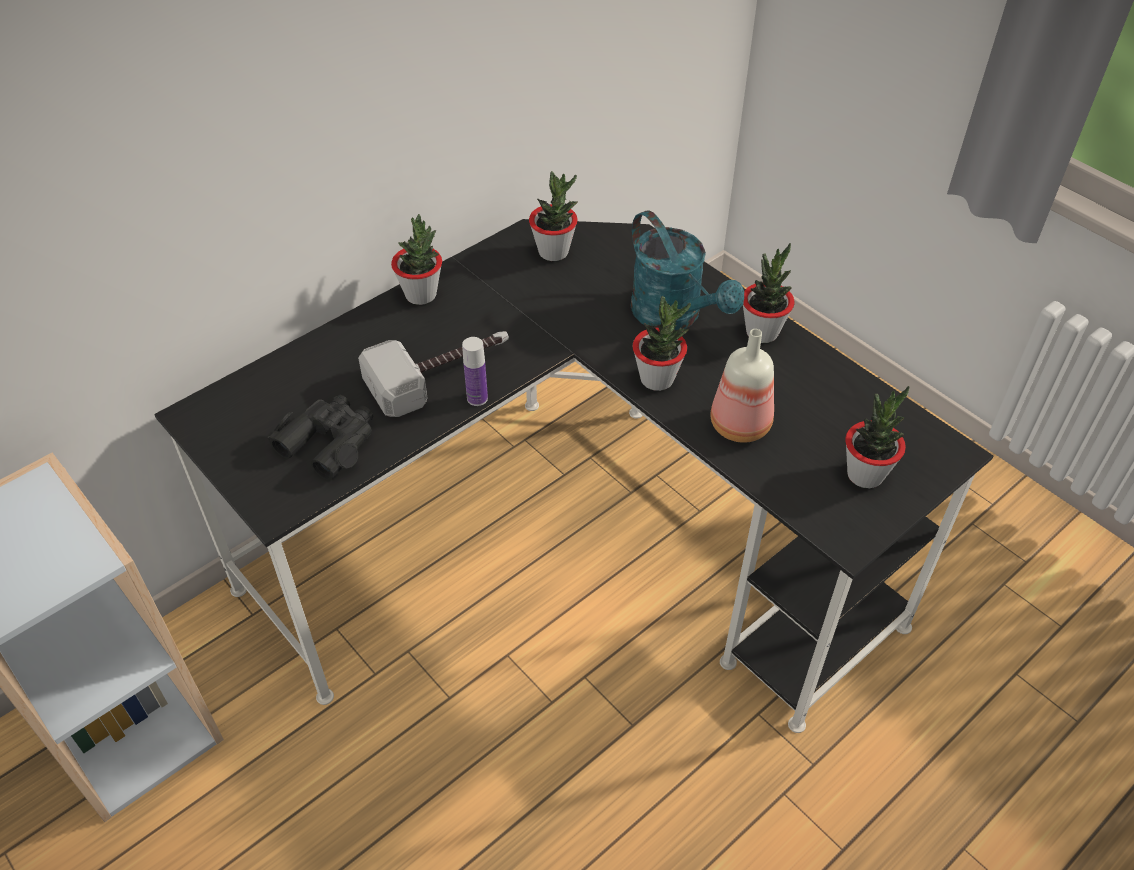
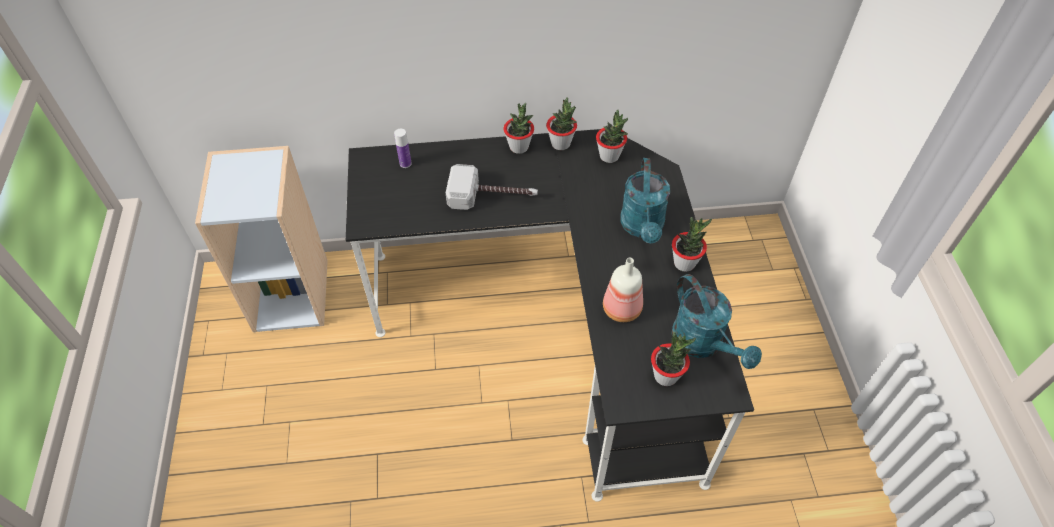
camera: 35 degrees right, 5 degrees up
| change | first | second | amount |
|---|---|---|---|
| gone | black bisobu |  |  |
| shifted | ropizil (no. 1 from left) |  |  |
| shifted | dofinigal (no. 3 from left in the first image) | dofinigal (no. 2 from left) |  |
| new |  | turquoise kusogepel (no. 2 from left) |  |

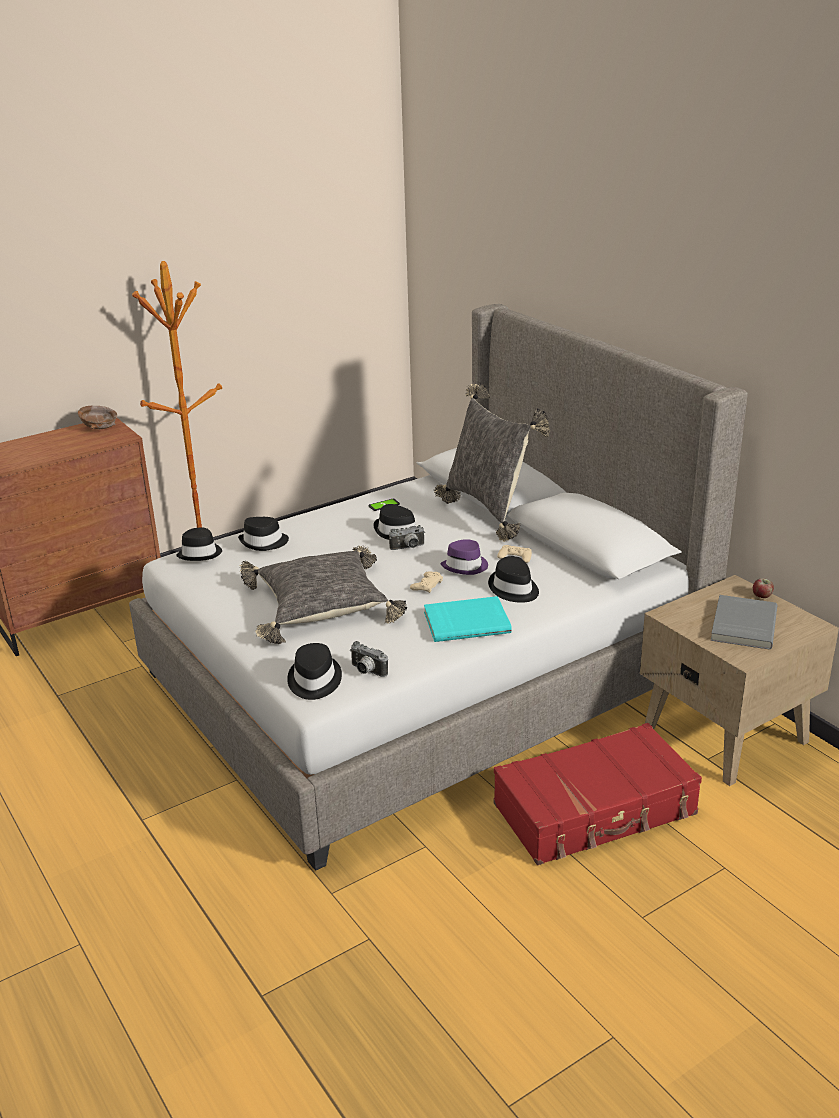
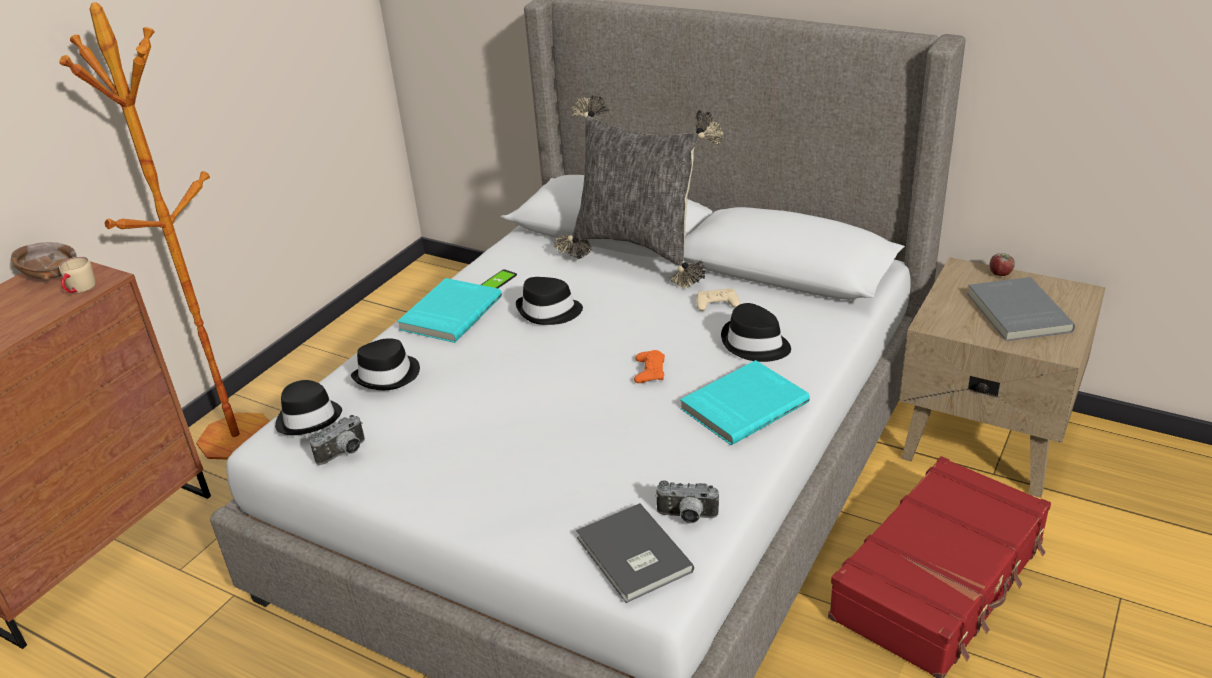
camera: 25 degrees left, 5 degrees up
| change | first | second | amount |
|---|---|---|---|
| gone | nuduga (no. 1 from left) |  |  |
| swapped | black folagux (no. 3 from left) | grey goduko (no. 1 from left) |  |
| shifted | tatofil (no. 2 from left in the first image) | tatofil (no. 1 from left) |  |
| repainted | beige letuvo (no. 1 from left) | orange letuvo |  |
| gone | purple folagux |  |  |
| new |  | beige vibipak |  |
| new |  | turquoise goduko (no. 1 from left) |  |

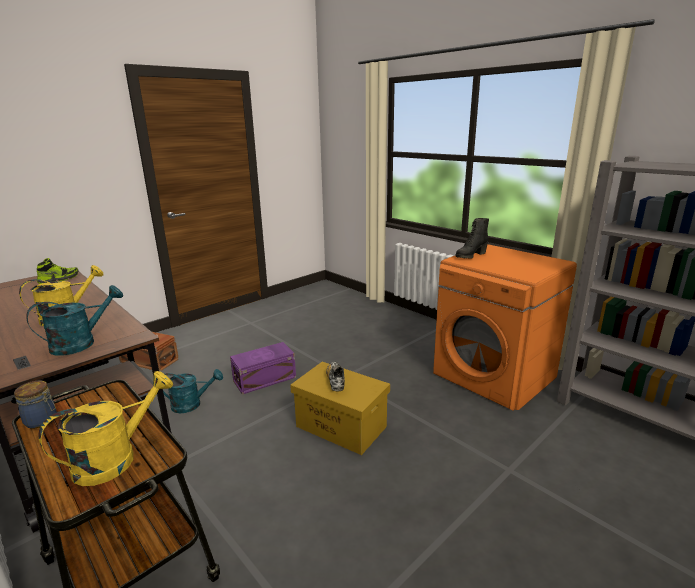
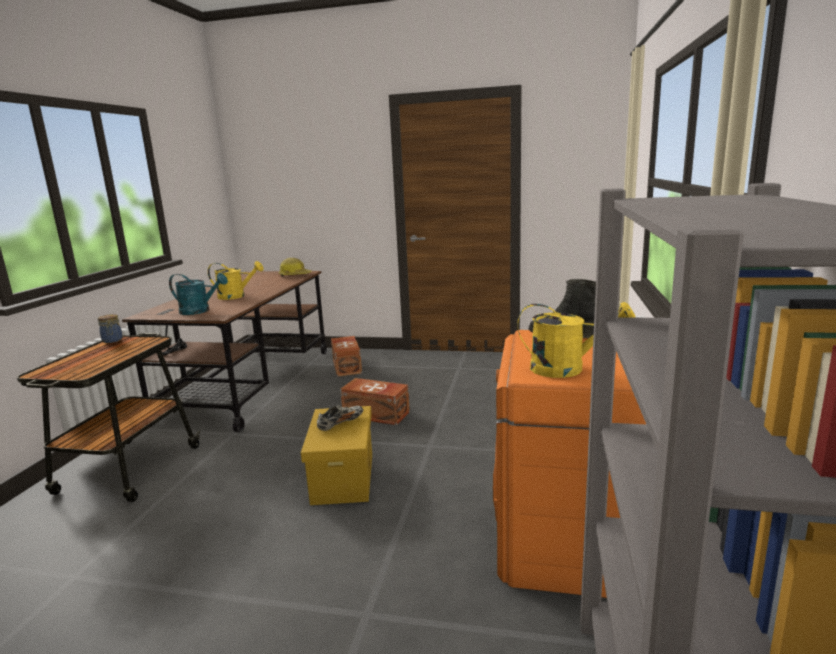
camera: 55 degrees right, 5 degrees down
| change | first | second | amount |
|---|---|---|---|
| swapped | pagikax (no. 1 from left) | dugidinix |  |
| shifted | yellow kusogepel (no. 2 from left) |  |  |
| gone | turquoise kusogepel (no. 2 from left) |  |  |
| repainted | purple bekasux | brown bekasux (no. 2 from left) |  |

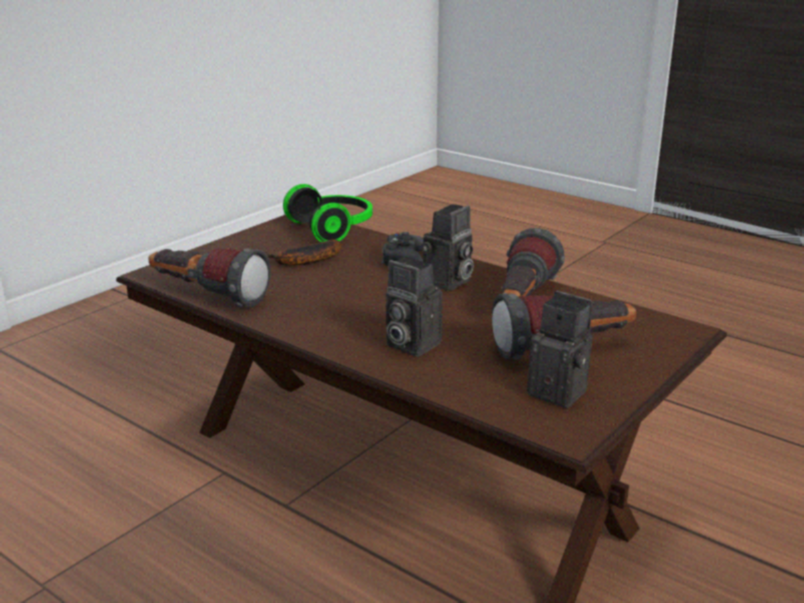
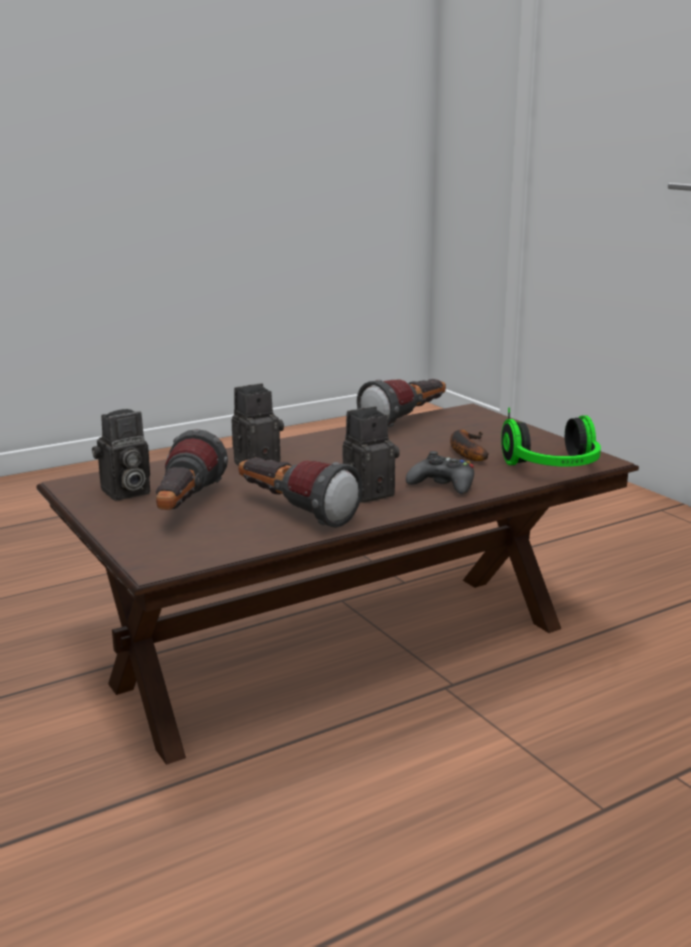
camera: 110 degrees right, 5 degrees down
| change | first | second | amount |
|---|---|---|---|
| rotated | tatofil (no. 2 from left in the first image) | tatofil (no. 3 from left) | 90 degrees clockwise |

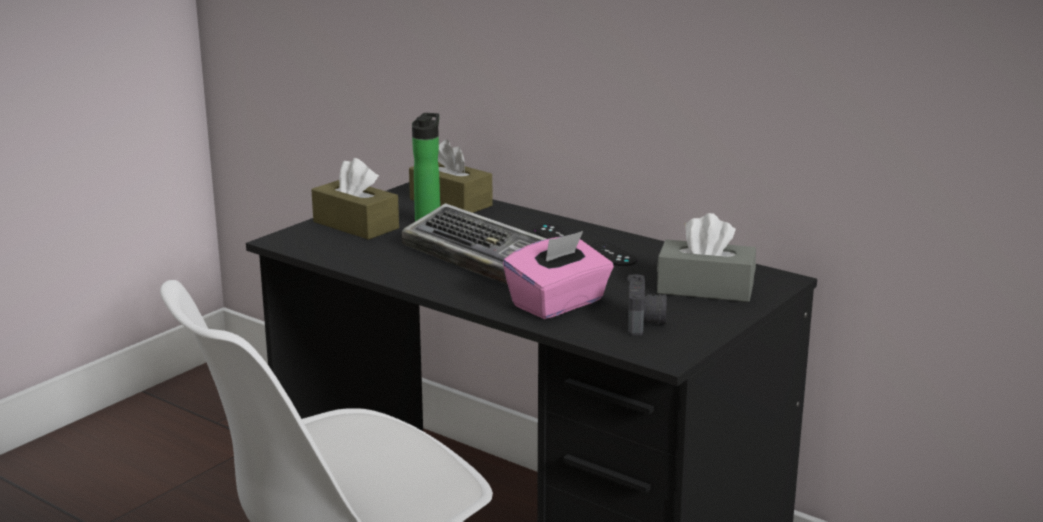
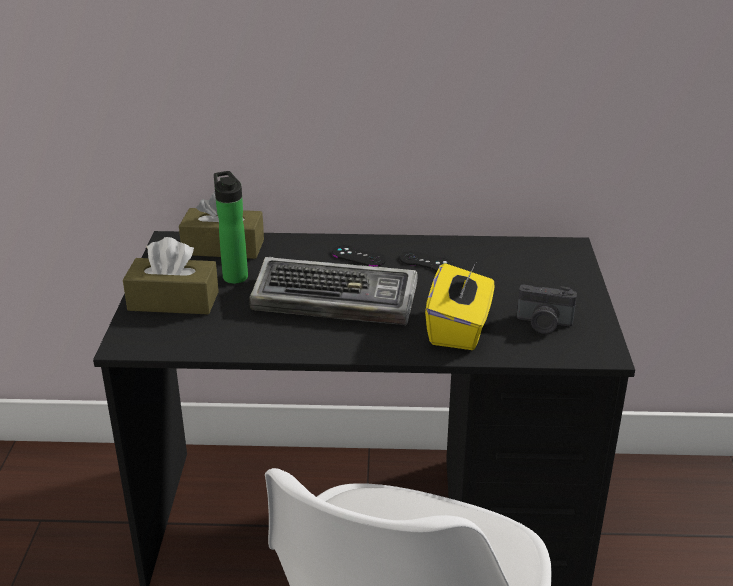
camera: 35 degrees left, 10 degrees up
| change | first | second | amount |
|---|---|---|---|
| repainted | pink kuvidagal | yellow kuvidagal |  |
| rotated | tatofil |  | 135 degrees clockwise |
| gone | grey kuvidagal |  |  |

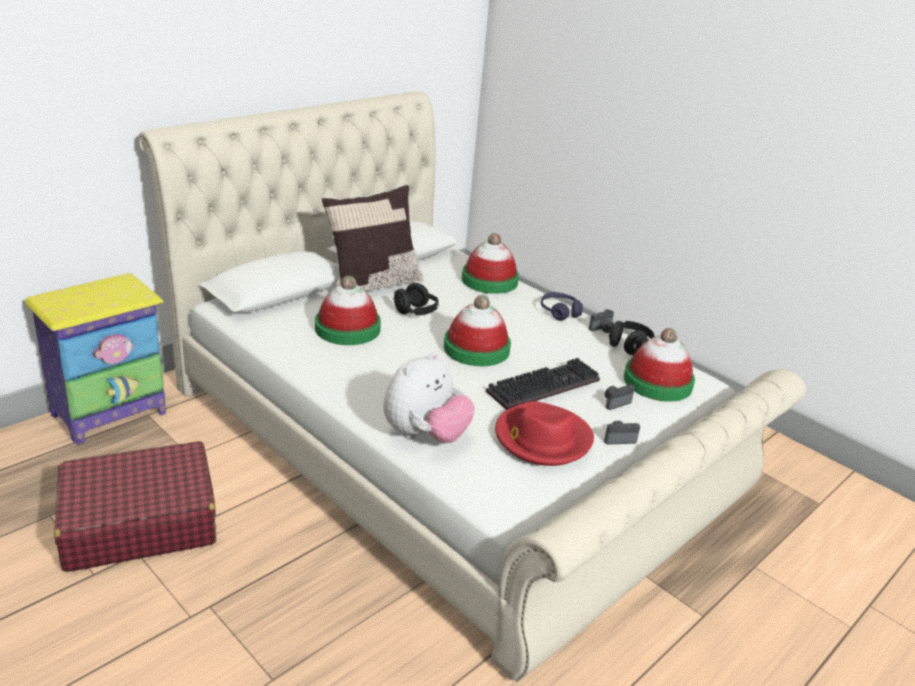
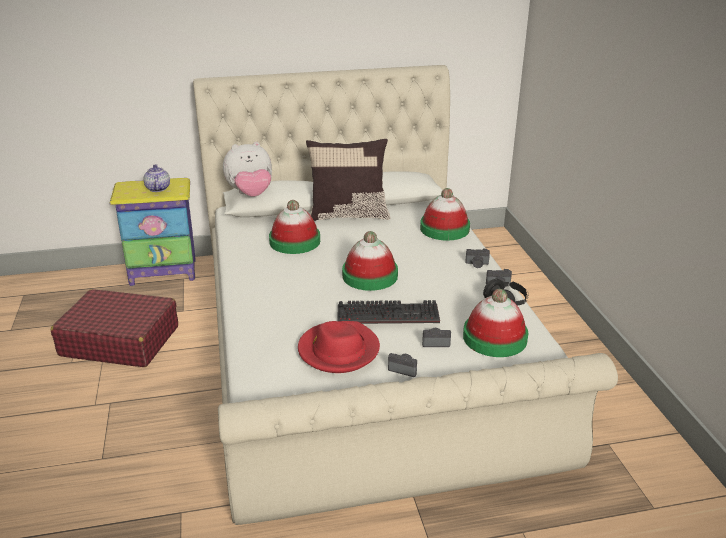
camera: 35 degrees right, 0 degrees up
| change | first | second | amount |
|---|---|---|---|
| shifted | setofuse |  |  |
| gone | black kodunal (no. 1 from left) |  |  |
| swapped | purple kodunal | tatofil (no. 3 from left) |  |
| new |  | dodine |  |

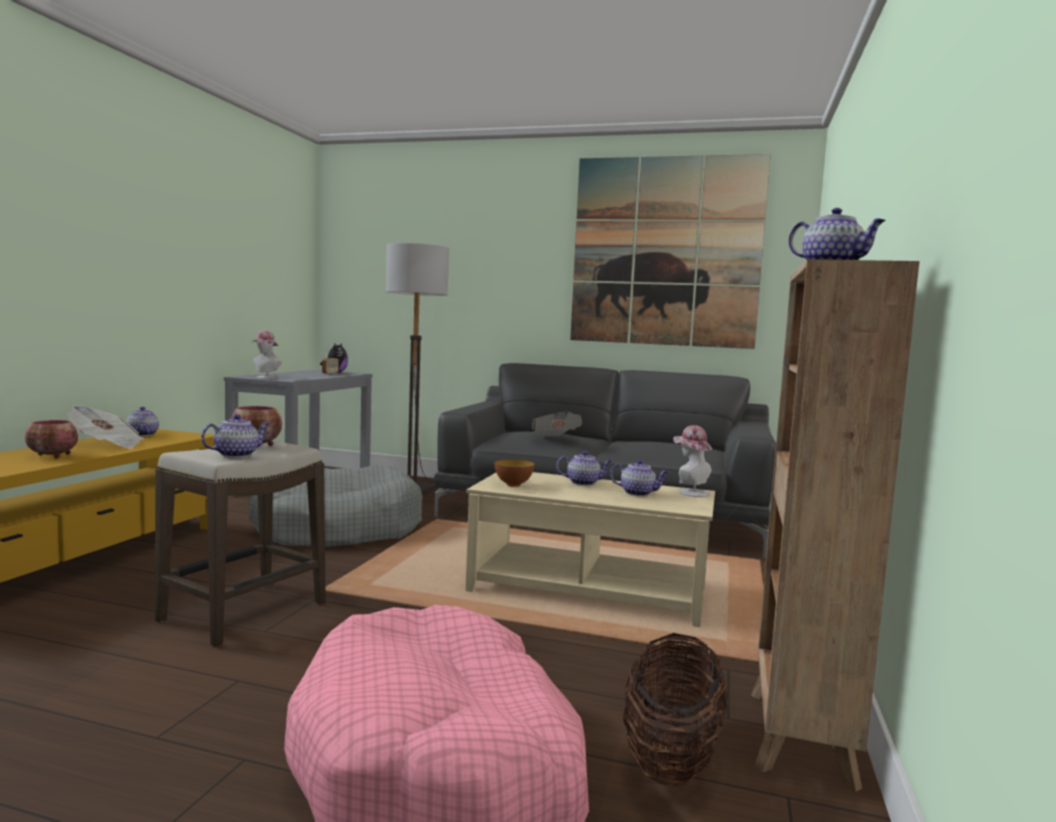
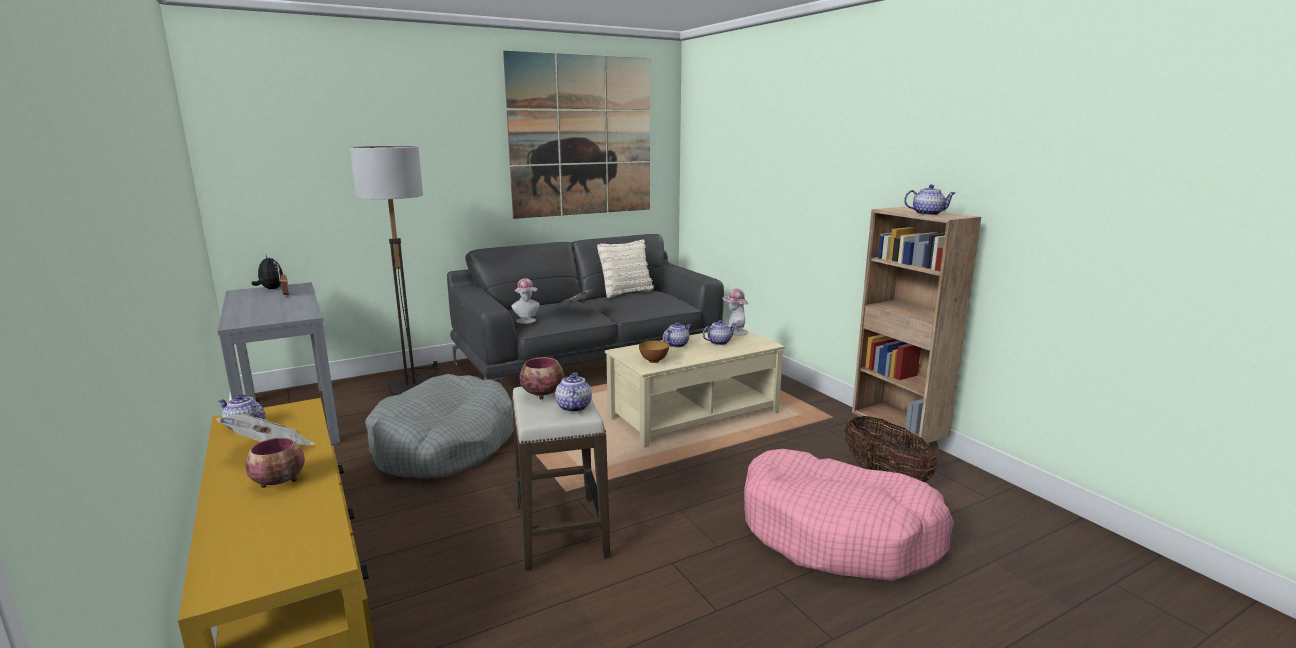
camera: 45 degrees left, 10 degrees up
| change | first | second | amount |
|---|---|---|---|
| shifted | folagux (no. 1 from left) |  |  |
| new |  | beige nuduga |  |

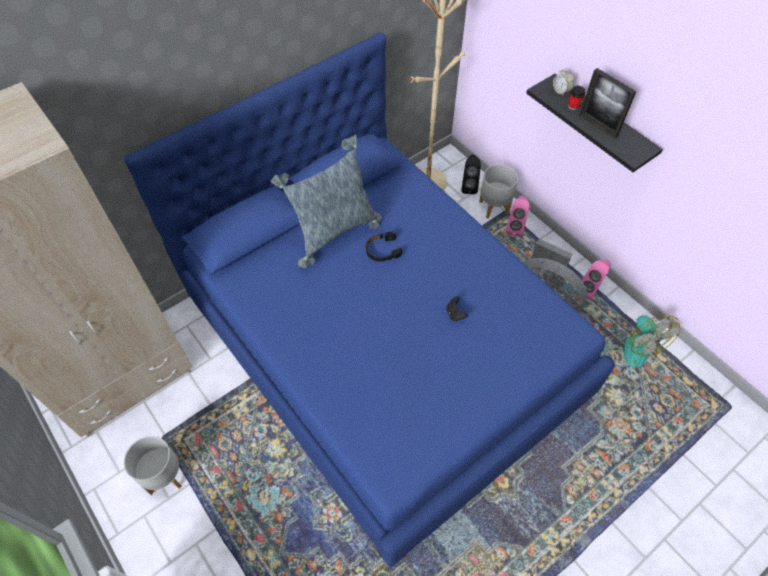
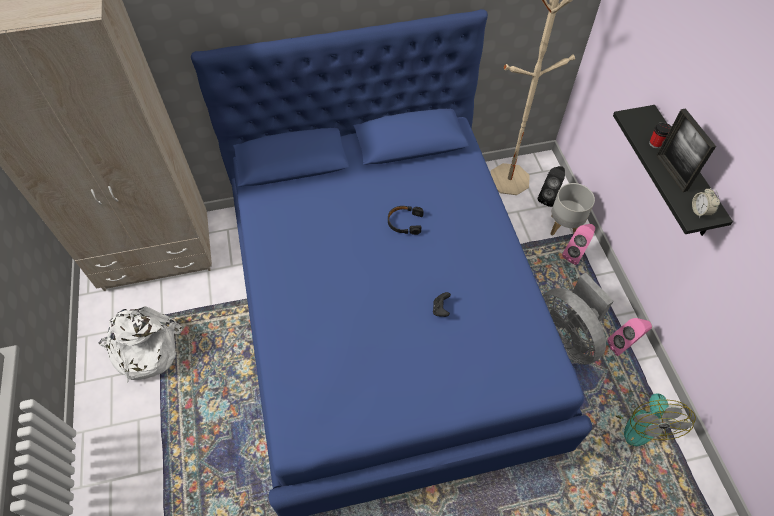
camera: 25 degrees right, 0 degrees up
| change | first | second | amount |
|---|---|---|---|
| swapped | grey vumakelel (no. 1 from left) | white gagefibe |  |
| gone | nuduga |  |  |
| shifted | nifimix |  |  |

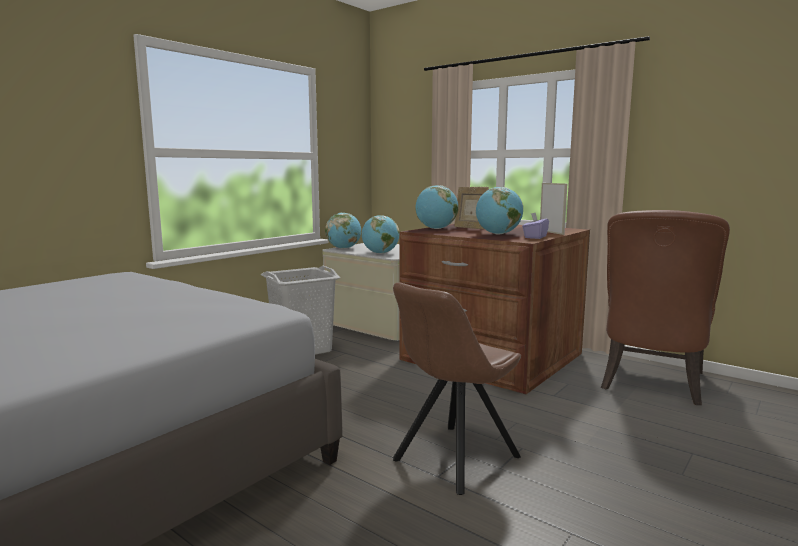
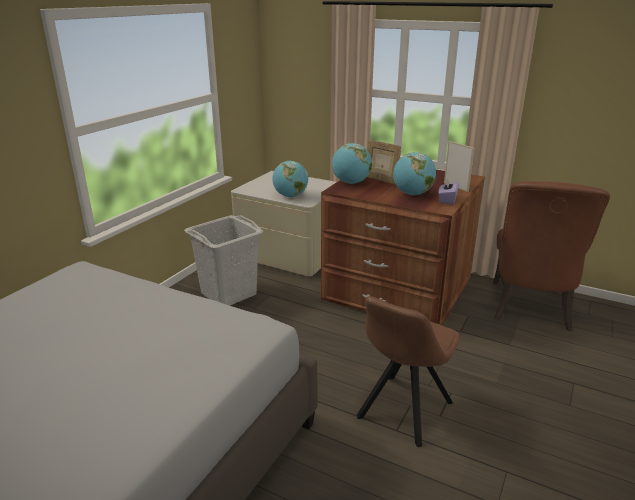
camera: 10 degrees left, 15 degrees up
| change | first | second | amount |
|---|---|---|---|
| gone | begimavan (no. 1 from left) |  |  |

